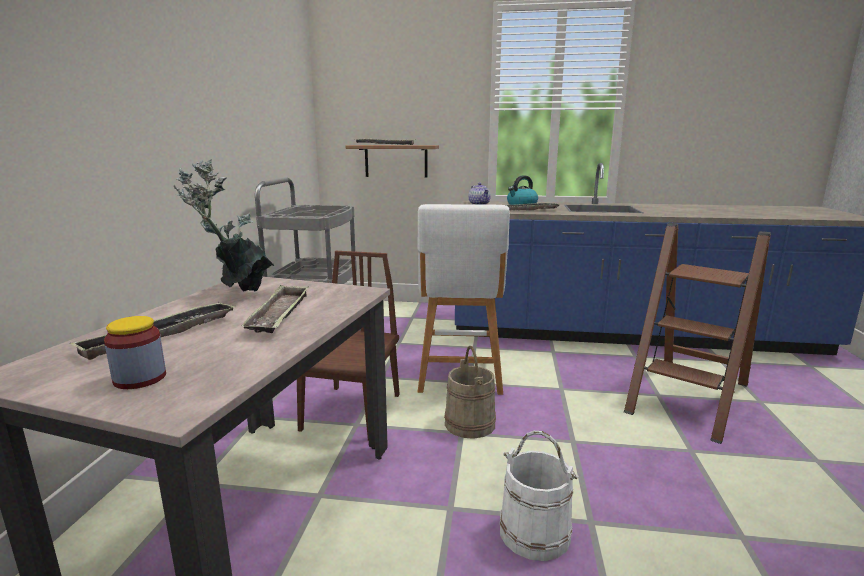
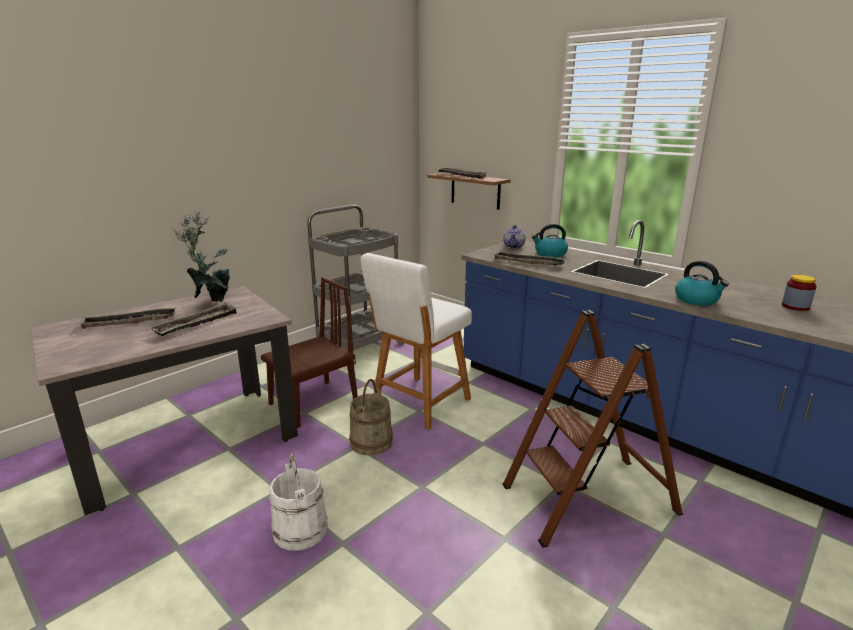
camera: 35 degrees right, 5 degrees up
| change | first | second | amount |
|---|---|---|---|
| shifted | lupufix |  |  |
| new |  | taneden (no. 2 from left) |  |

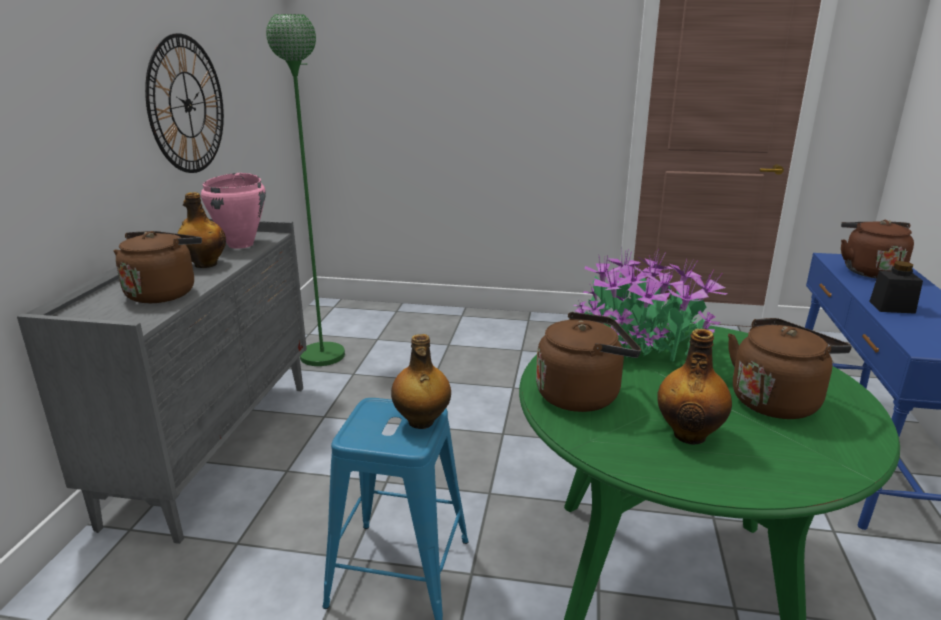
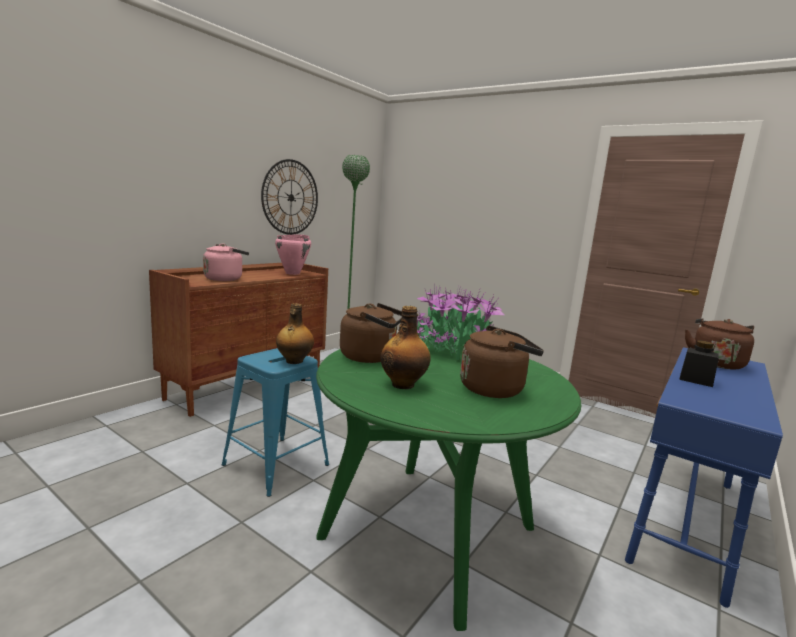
camera: 25 degrees right, 10 degrees down
| change | first | second | amount |
|---|---|---|---|
| repainted | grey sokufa | brown sokufa |  |
| repainted | brown taneden (no. 1 from left) | pink taneden |  |
| gone | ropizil (no. 1 from left) |  |  |

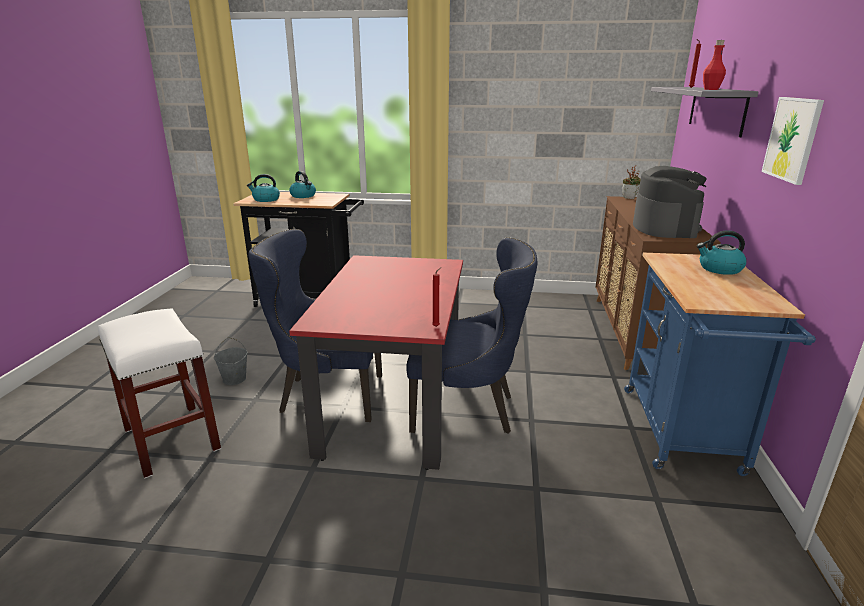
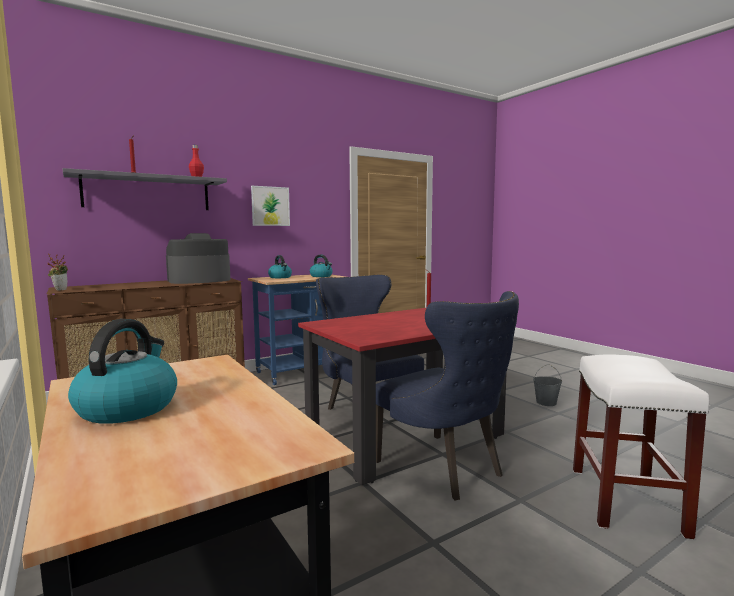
camera: 130 degrees left, 15 degrees down
| change | first | second | amount |
|---|---|---|---|
| shifted | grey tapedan |  |  |
| shifted | taneden (no. 1 from left in the first image) | taneden (no. 3 from left) |  |

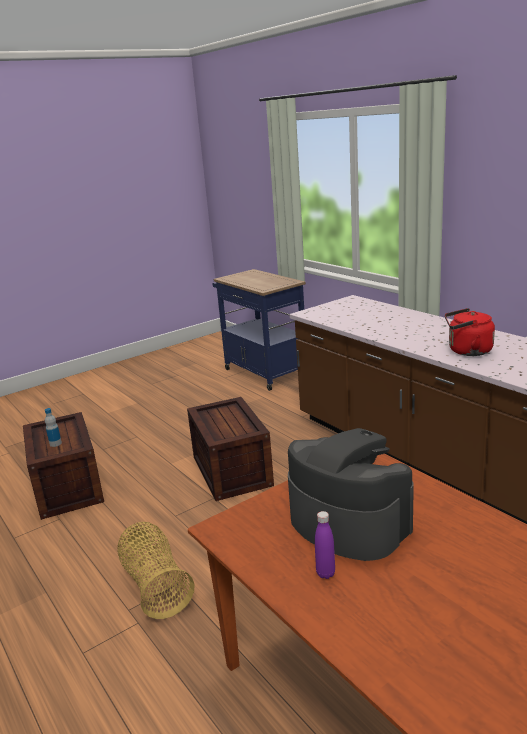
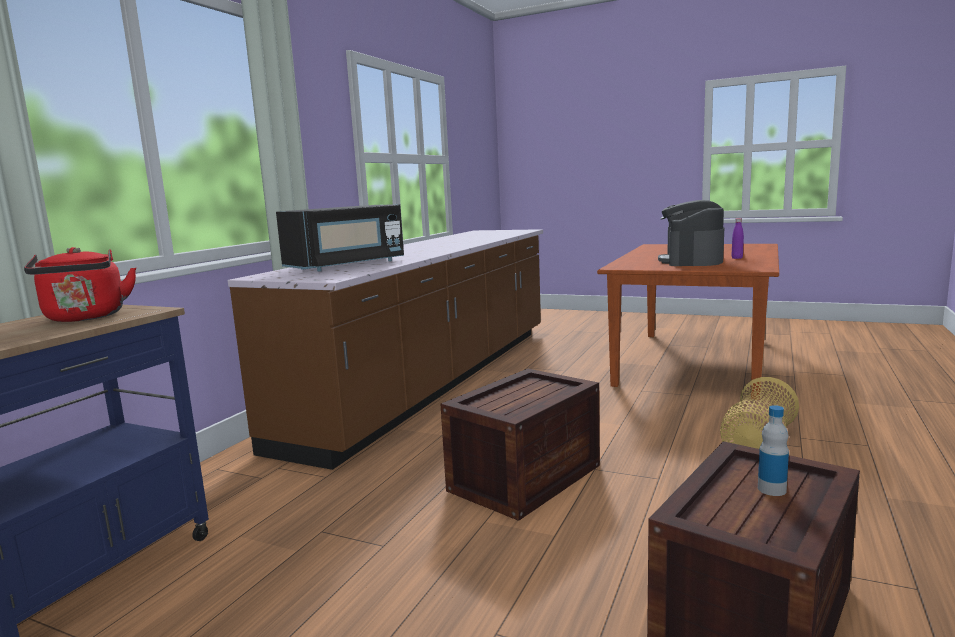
camera: 120 degrees left, 10 degrees down
| change | first | second | amount |
|---|---|---|---|
| shifted | red taneden |  |  |
| new |  | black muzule |  |

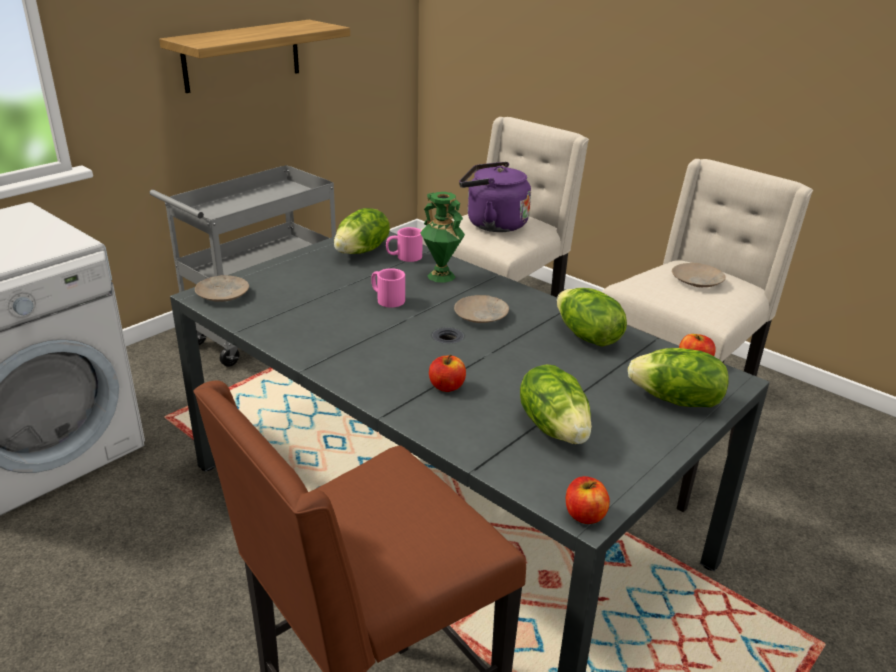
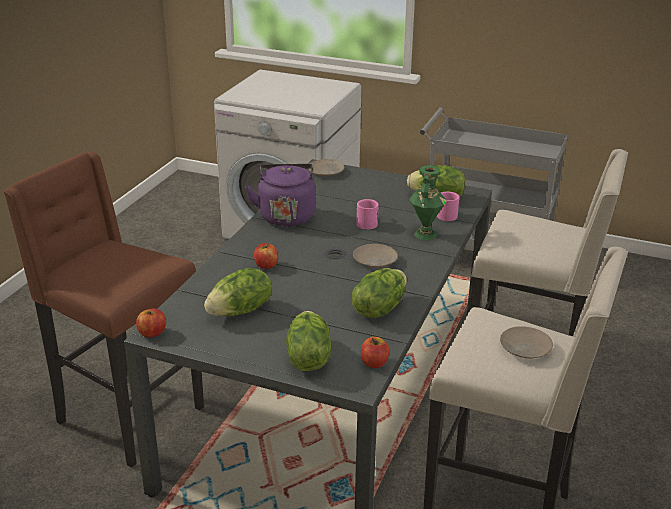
camera: 70 degrees right, 0 degrees up
| change | first | second | amount |
|---|---|---|---|
| gone | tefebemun |  |  |
| shifted | purple taneden |  |  |

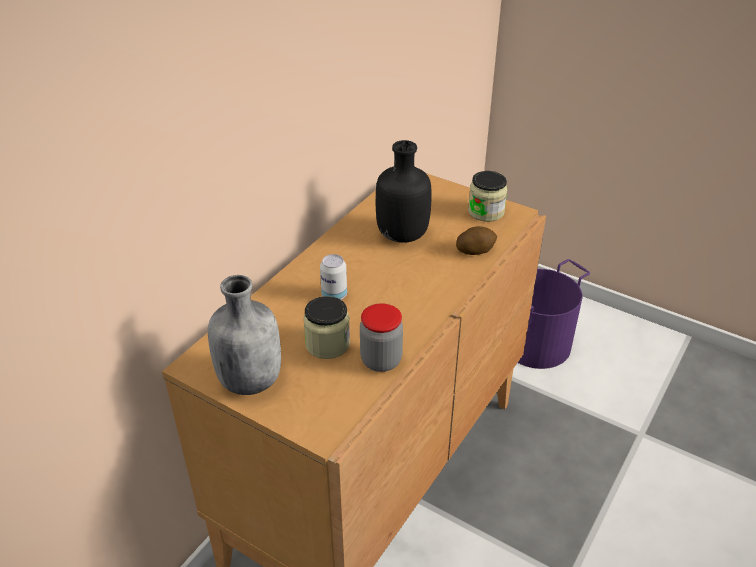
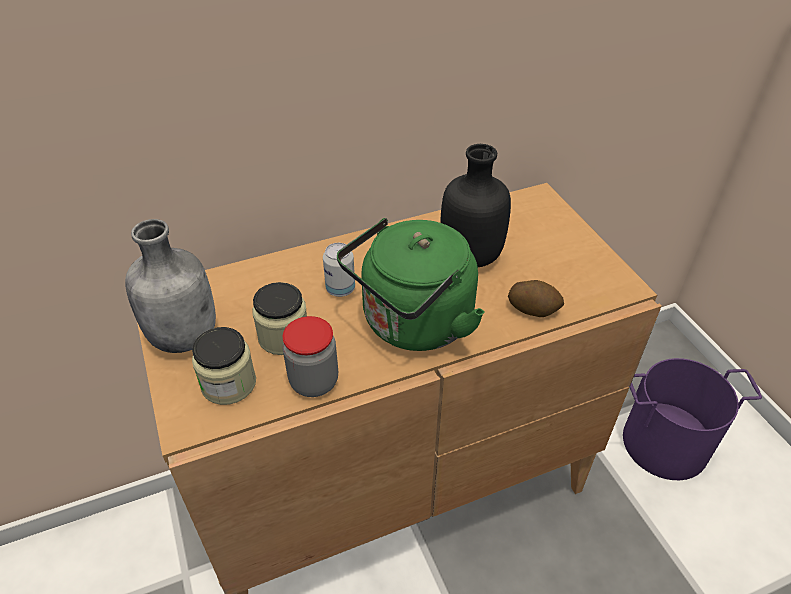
camera: 35 degrees right, 5 degrees up
| change | first | second | amount |
|---|---|---|---|
| shifted | lupufix (no. 3 from left in the first image) | lupufix (no. 1 from left) |  |
| new |  | green taneden |  |

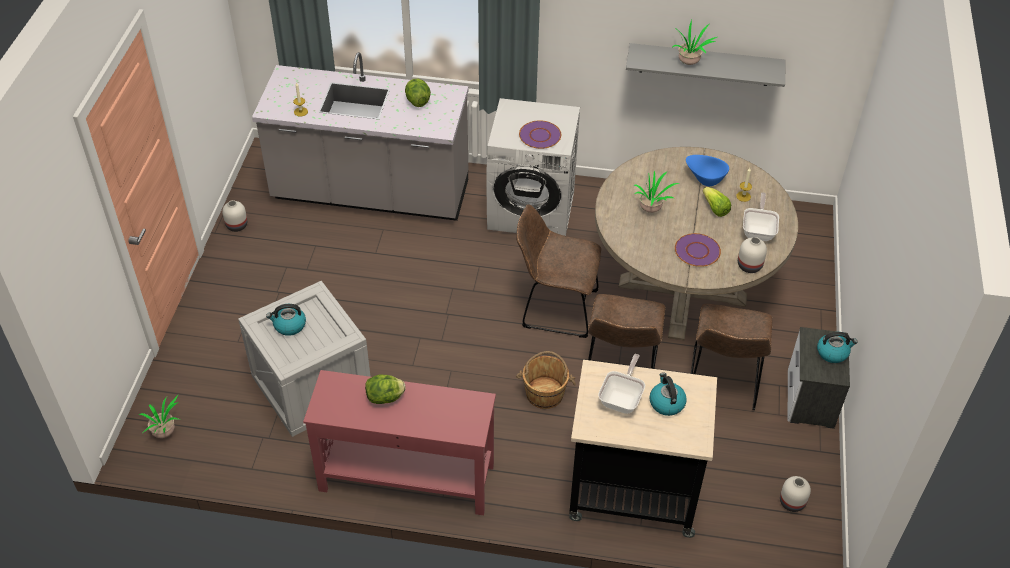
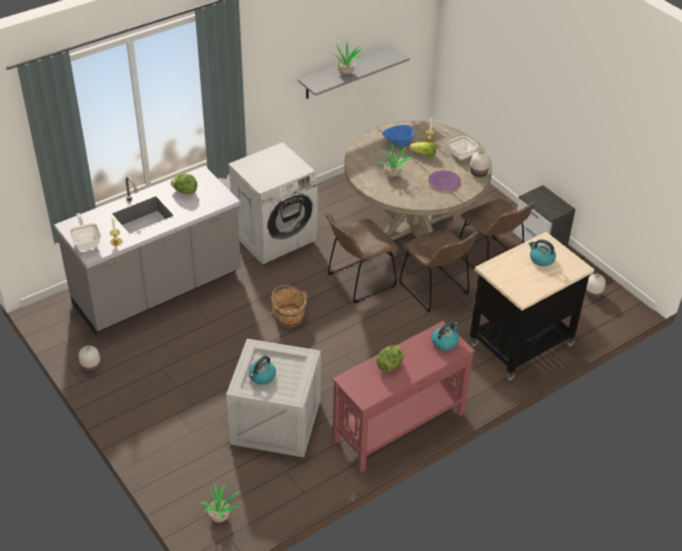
camera: 45 degrees left, 5 degrees down
| change | first | second | amount |
|---|---|---|---|
| shifted | brown tapedan |  |  |
| gone | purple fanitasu (no. 1 from left) |  |  |
| shifted | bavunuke (no. 1 from left) |  |  |
| shifted | taneden (no. 3 from left in the first image) | taneden (no. 2 from left) |  |

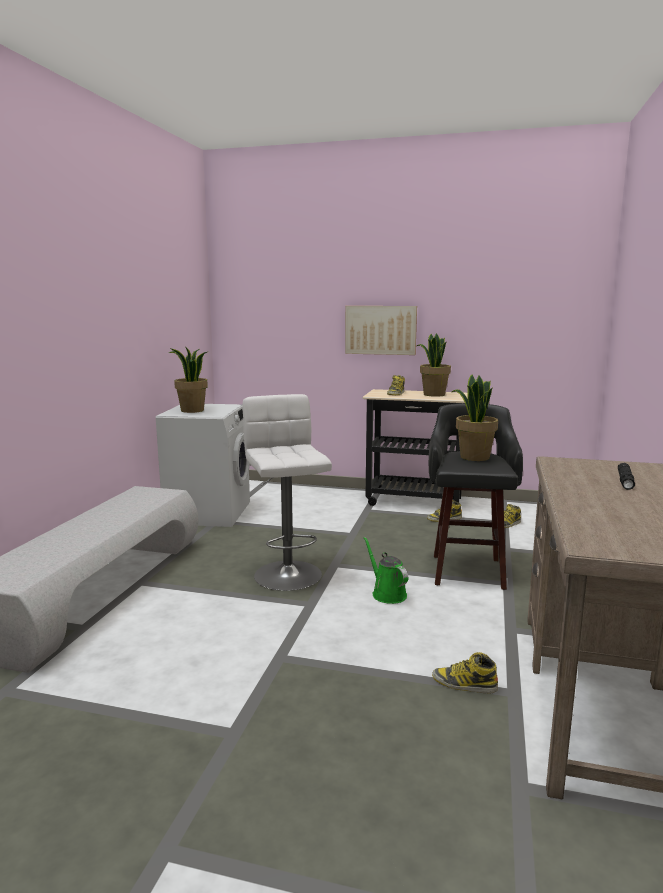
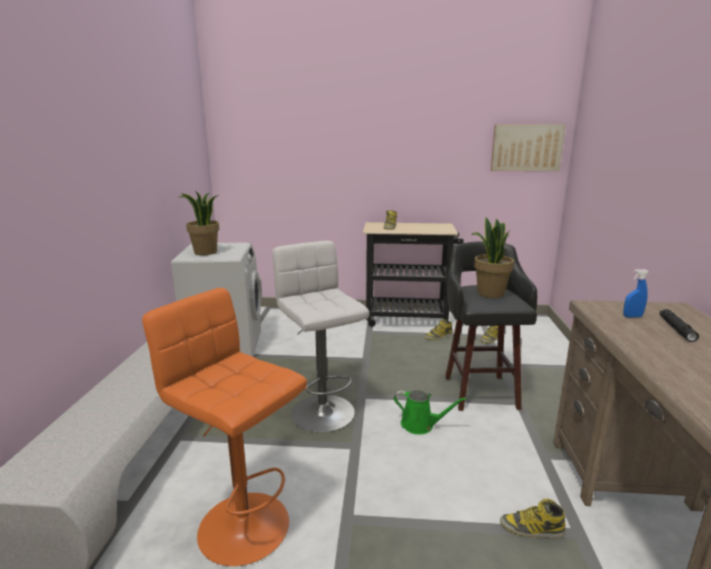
camera: 10 degrees left, 5 degrees up
| change | first | second | amount |
|---|---|---|---|
| shifted | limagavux |  |  |
| rotated | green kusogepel |  | 150 degrees clockwise |
| gone | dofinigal (no. 2 from left) |  |  |
| new |  | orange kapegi |  |
| new |  | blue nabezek |  |

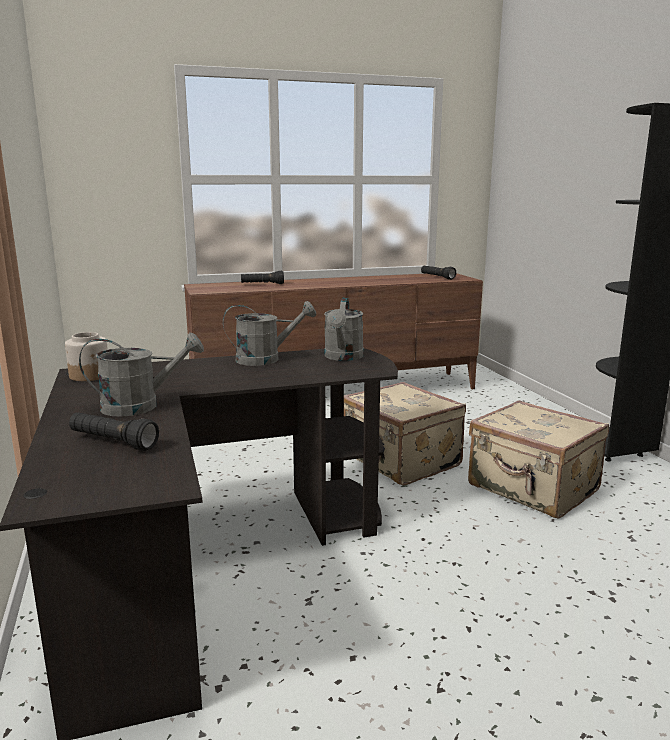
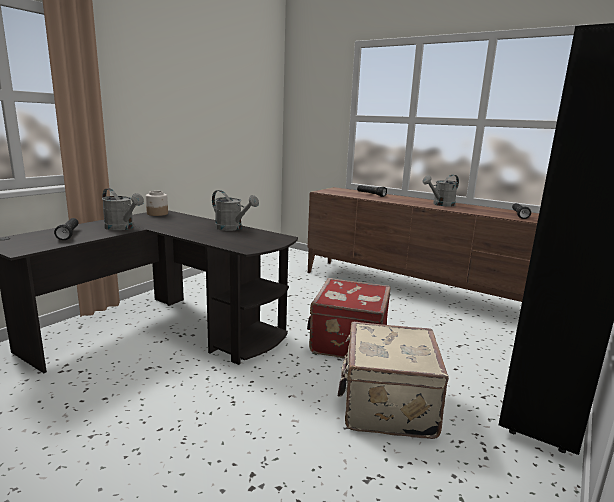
camera: 50 degrees right, 0 degrees up
| change | first | second | amount |
|---|---|---|---|
| shifted | grey kusogepel (no. 3 from left) |  |  |
| repainted | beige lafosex (no. 1 from left) | red lafosex |  |

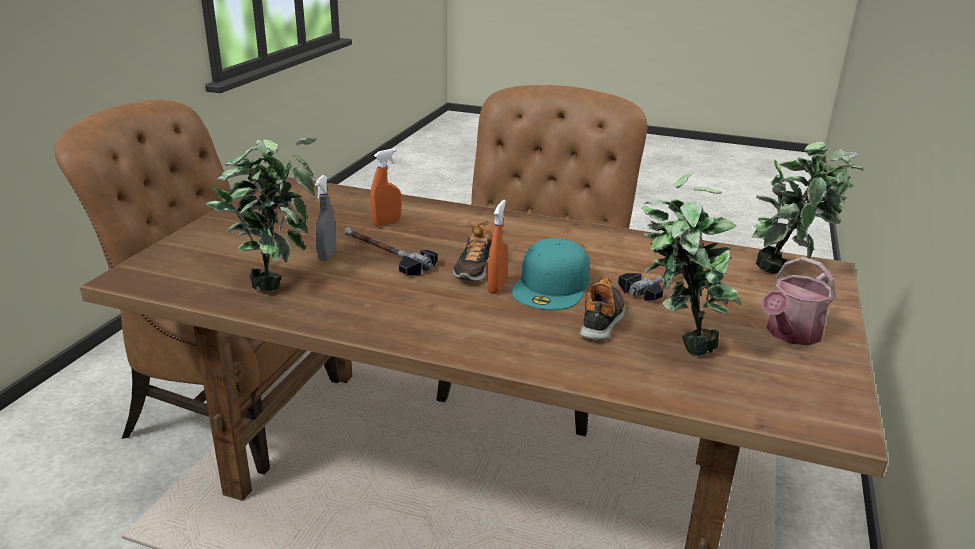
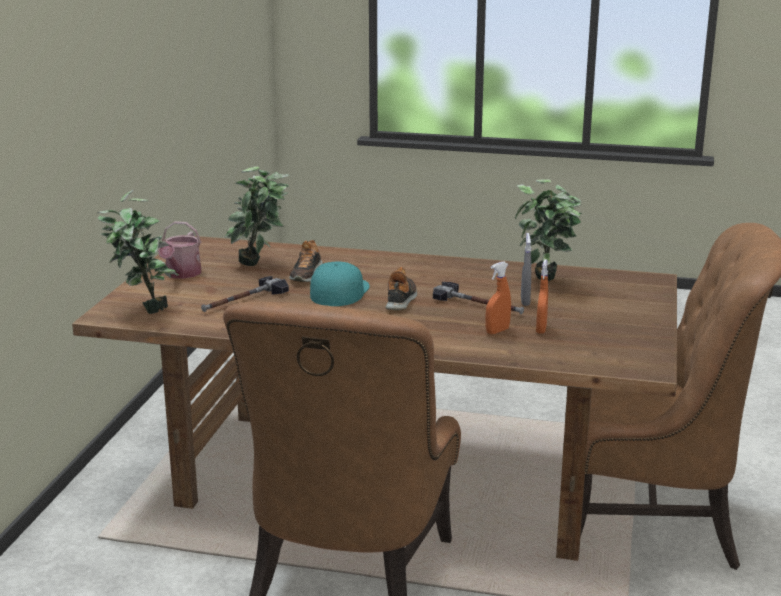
camera: 175 degrees right, 5 degrees down
| change | first | second | amount |
|---|---|---|---|
| shifted | orange nabezek (no. 2 from left) |  |  |
| rotated | kusogepel |  | 150 degrees clockwise |

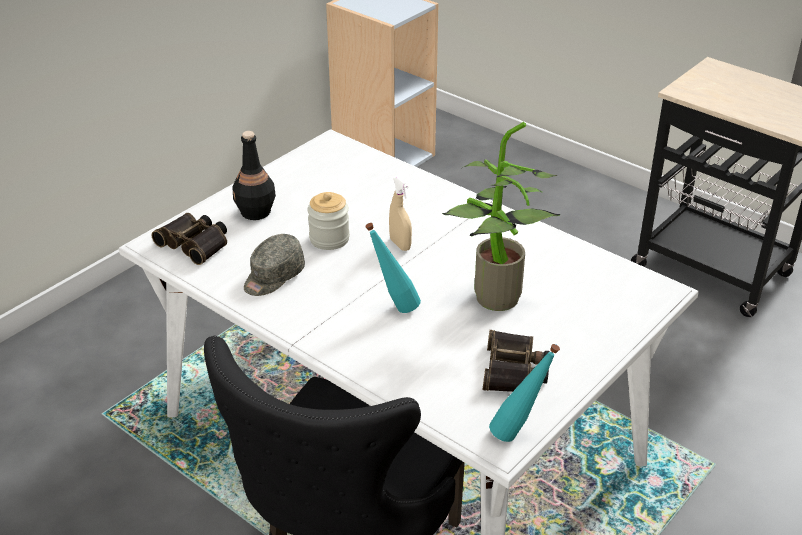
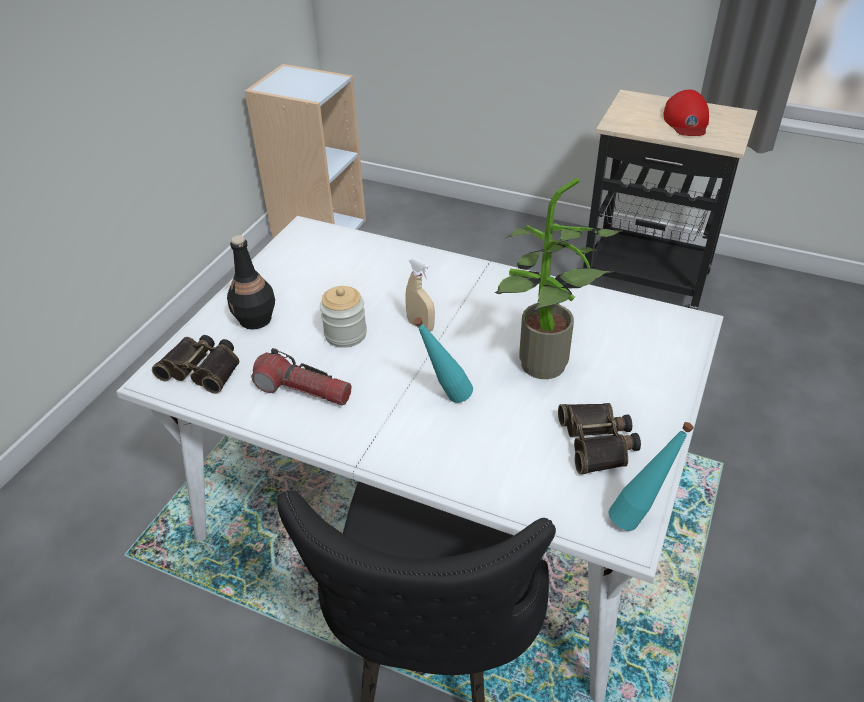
camera: 15 degrees left, 5 degrees up
| change | first | second | amount |
|---|---|---|---|
| swapped | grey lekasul | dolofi |  |
| new |  | red lekasul |  |

